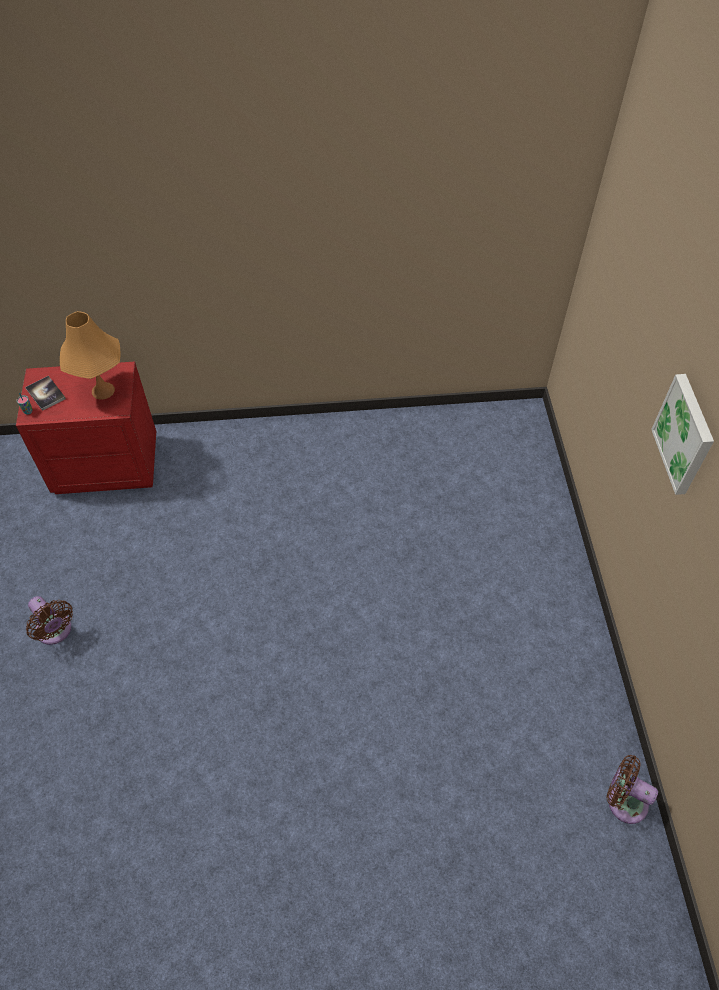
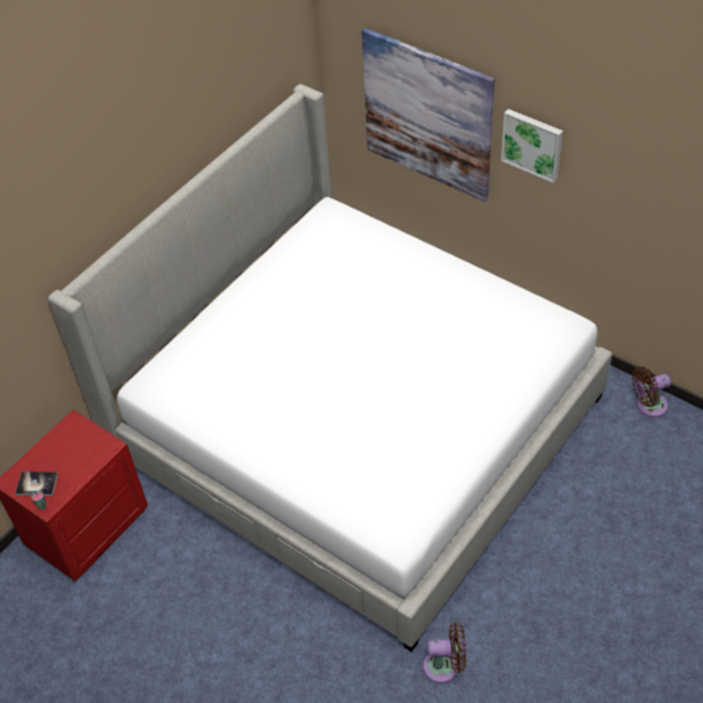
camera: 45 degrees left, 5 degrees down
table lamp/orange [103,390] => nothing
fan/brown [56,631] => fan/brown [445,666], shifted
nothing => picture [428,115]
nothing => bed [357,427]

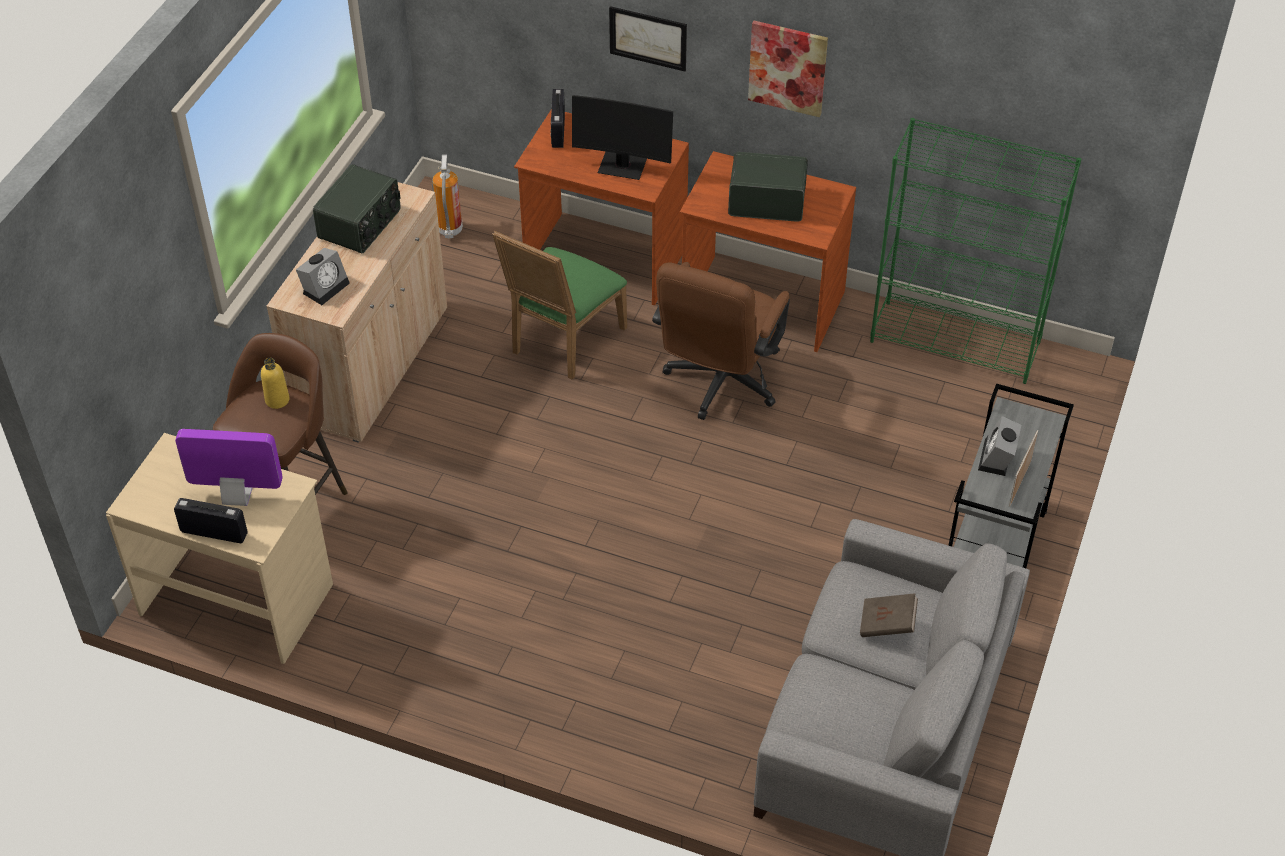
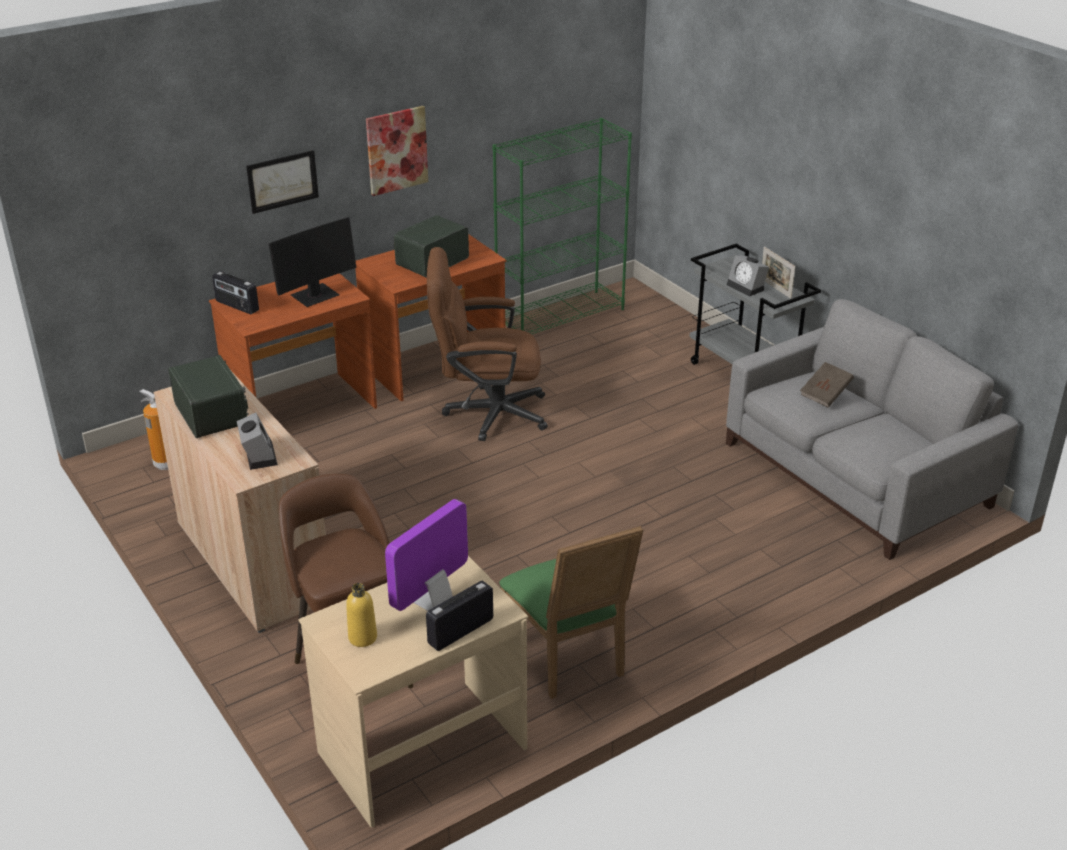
camera: 55 degrees left, 15 degrees down
chair/green [562,342] => chair/green [569,659], shifted
office chair/brown [719,385] => office chair/brown [486,413], 120 degrees clockwise
bottle/yellow [277,400] => bottle/yellow [362,637], shifted

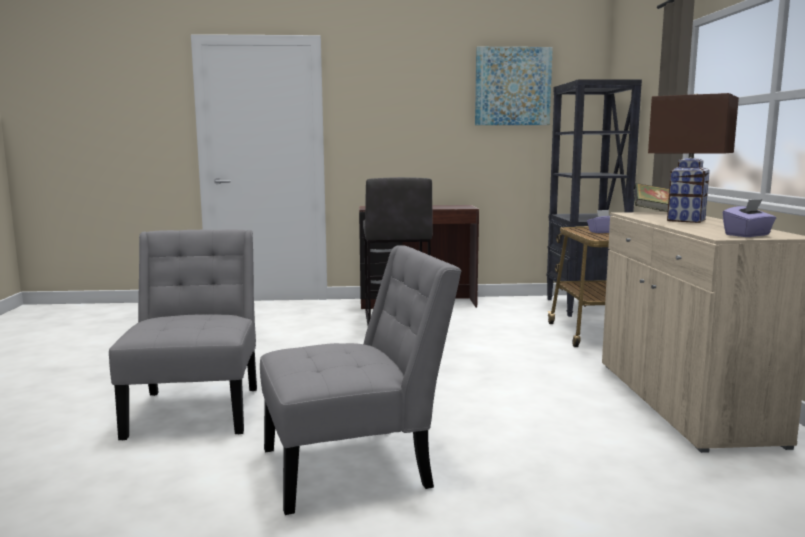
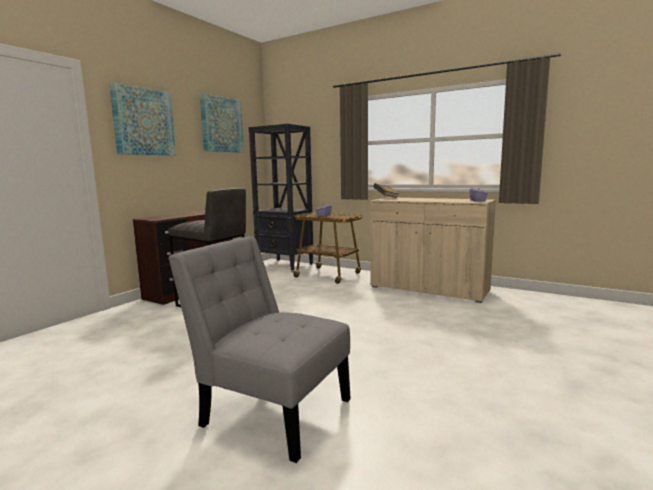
camera: 55 degrees left, 0 degrees up
table lamp/brown [685,220] => nothing
chair/grey [355,466] => nothing
nothing => picture [143,122]

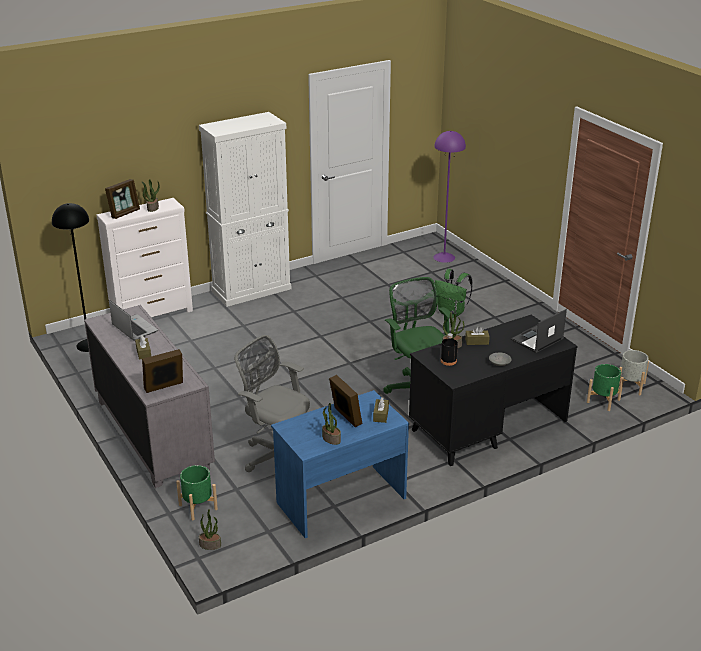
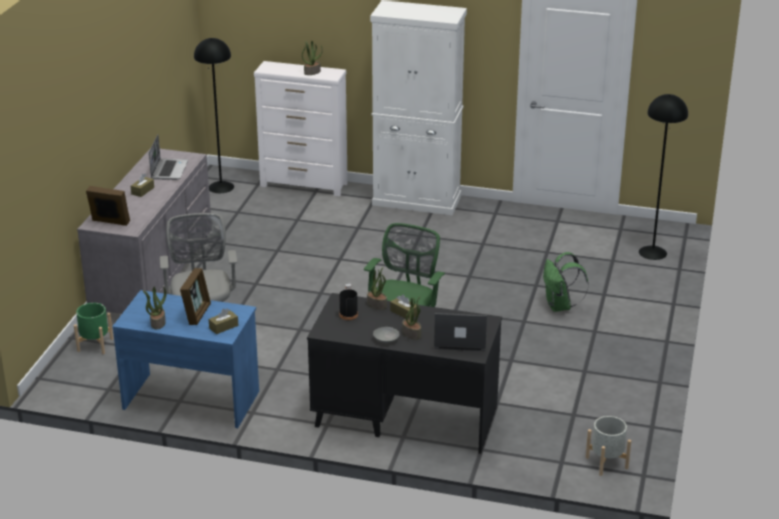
camera: 45 degrees right, 0 degrees up
floor lamp/purple [444,257] => floor lamp/black [653,252]
picture frame [124,213] => nothing
planter/green [603,401] => nothing
potted plant [210,544] => potted plant [412,334], shifted

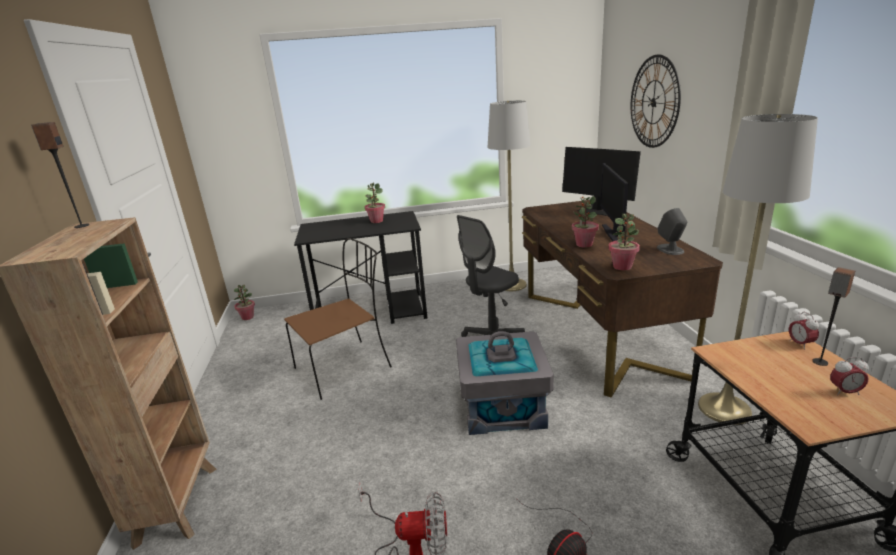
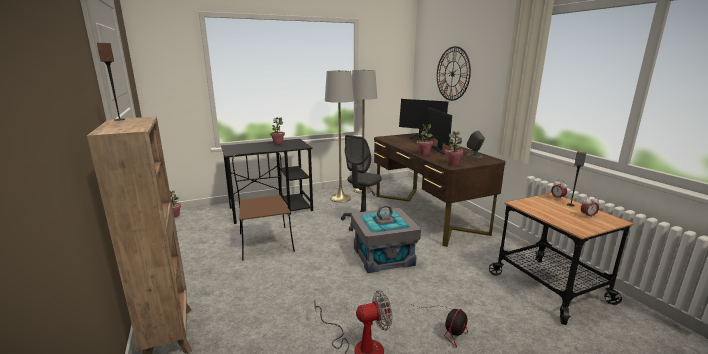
camera: 15 degrees left, 5 degrees down
floor lamp/grey [724,408] => floor lamp/grey [340,198], shifted
chair/brown [345,367] => chair/brown [265,242], 60 degrees counterclockwise

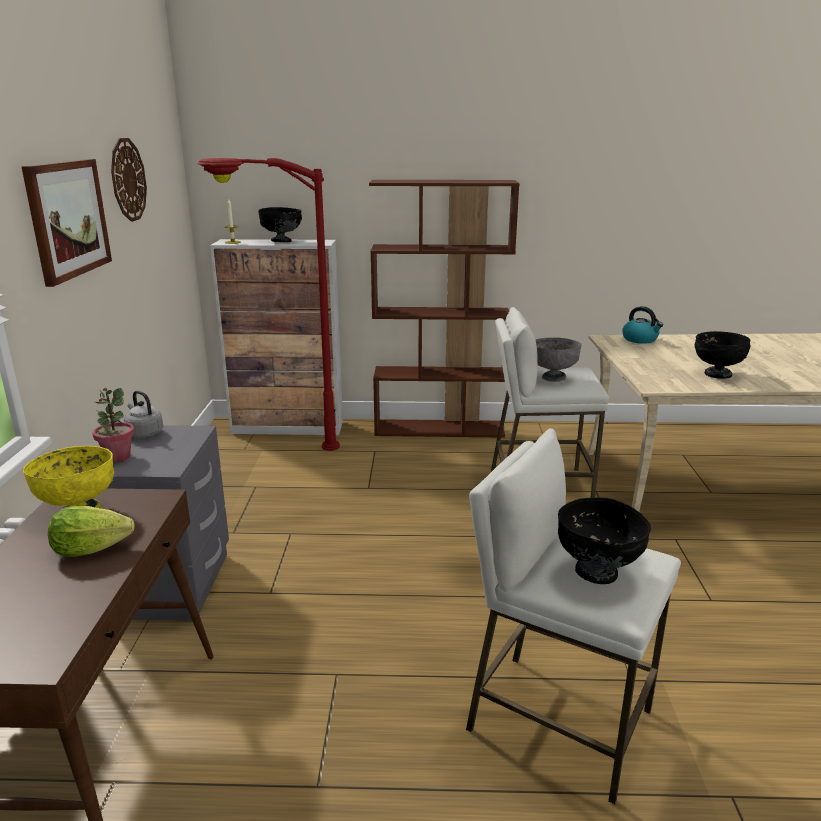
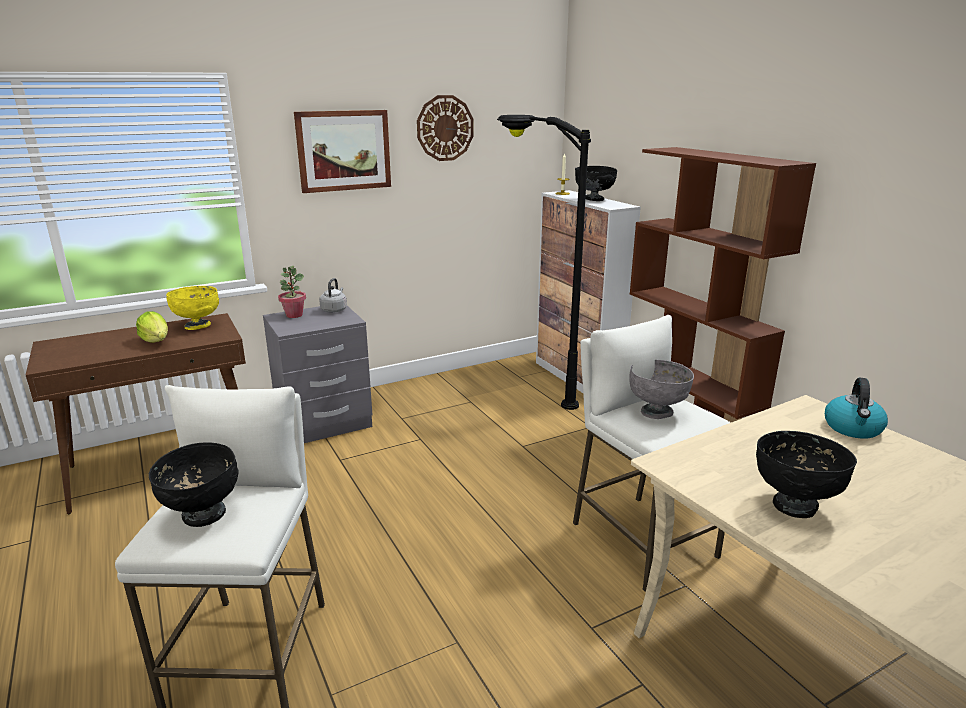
camera: 60 degrees right, 0 degrees up
floor lamp/red [272,453] => floor lamp/black [527,388]

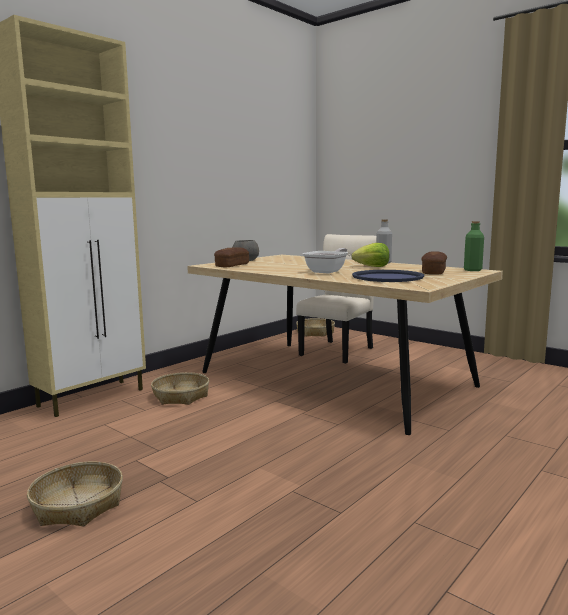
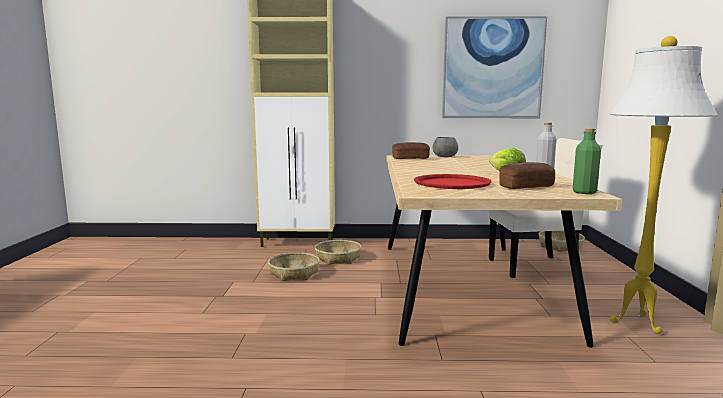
camera: 50 degrees right, 0 degrees up
frying pan [328,271] => nothing
tray/blue [387,277] => tray/red [452,183]
basket [77,505] => basket [294,273], shifted
nothing => picture [492,68]
nothing => floor lamp/white [636,323]

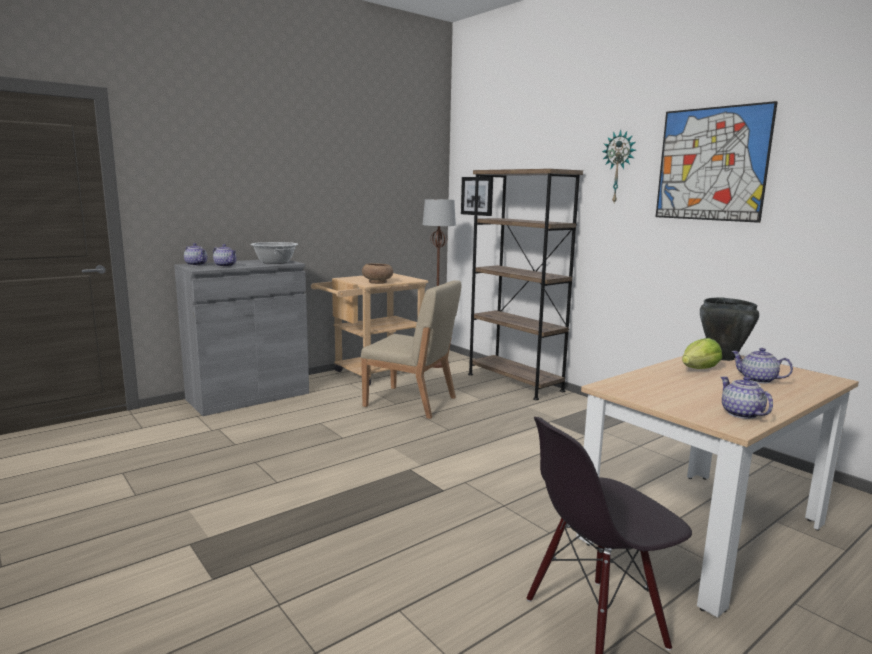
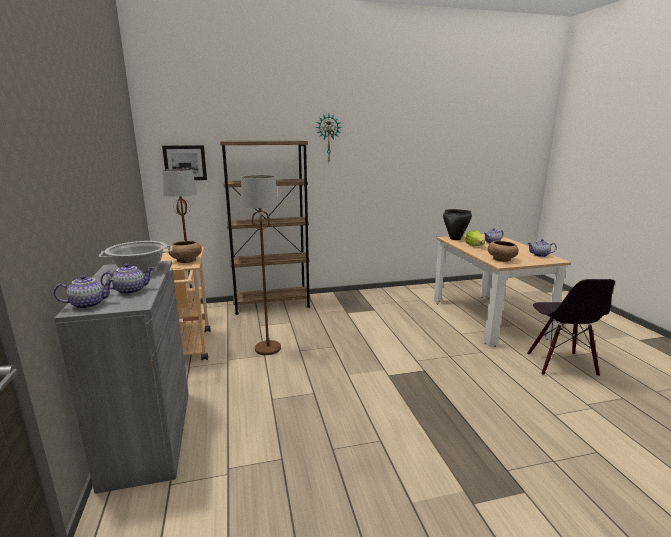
camera: 65 degrees left, 5 degrees up
picture [711,164] => nothing
chair/beige [411,402] => floor lamp/brown [268,348]
nothing => bowl/brown [501,259]

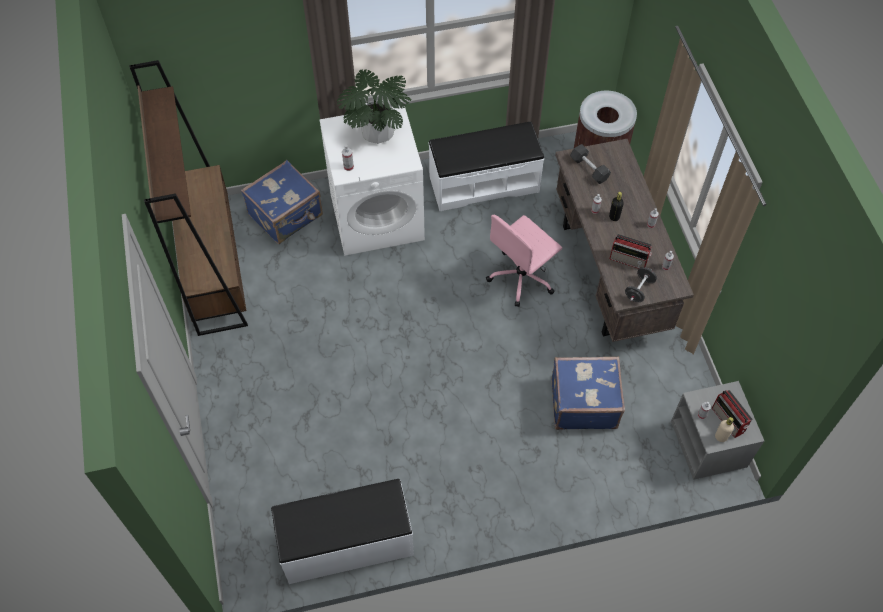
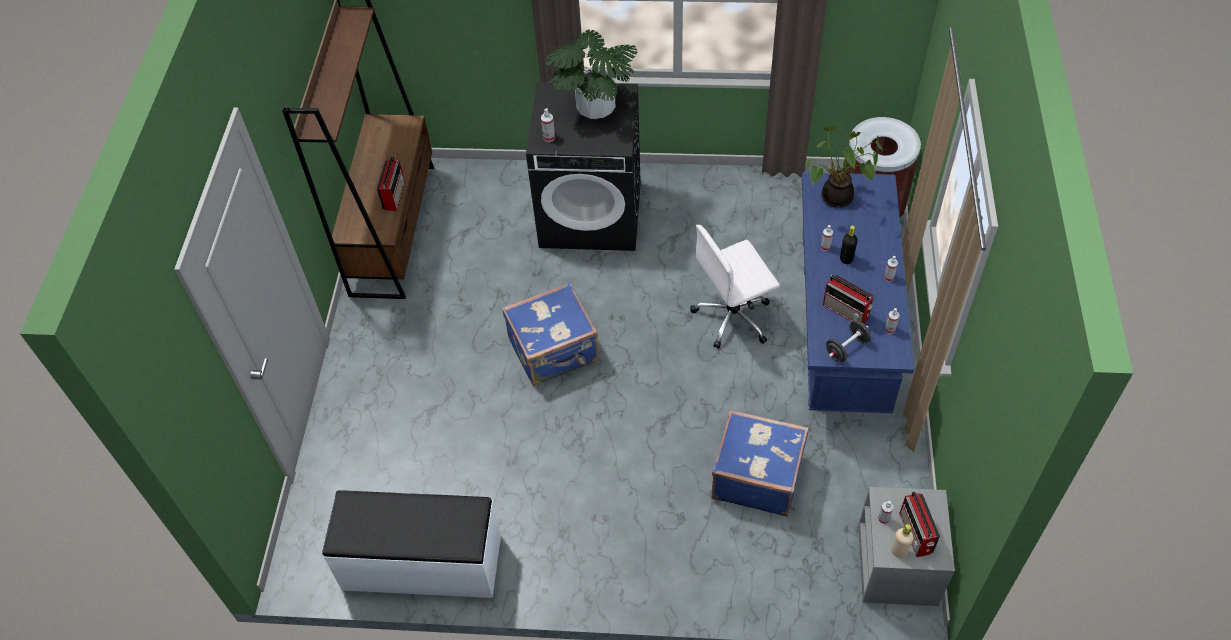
camera: 20 degrees right, 5 degrees down
washing machine/white [377,217] => washing machine/black [591,214]
bench/white [483,183] => nothing
desk/brown [609,275] => desk/blue [841,337]
dumbbell/black [589,169] => potted plant [835,199]
suitcase/blue [286,216] => suitcase/blue [554,351], shifted
office chair/pink [521,277] => office chair/white [734,317]
nothing => radio [394,195]

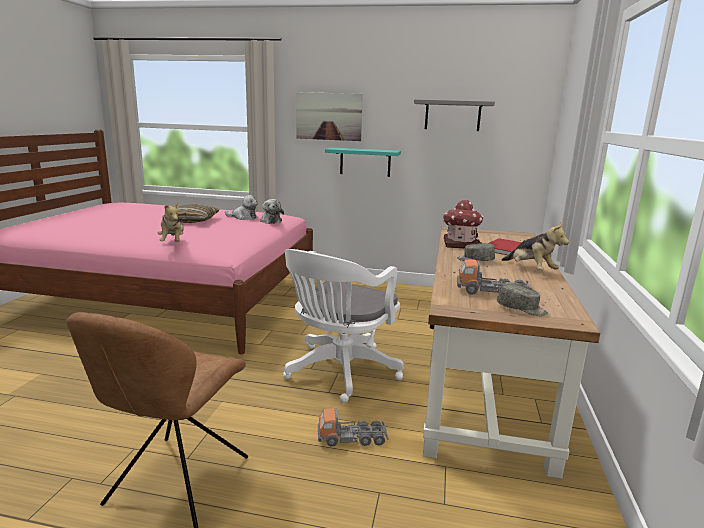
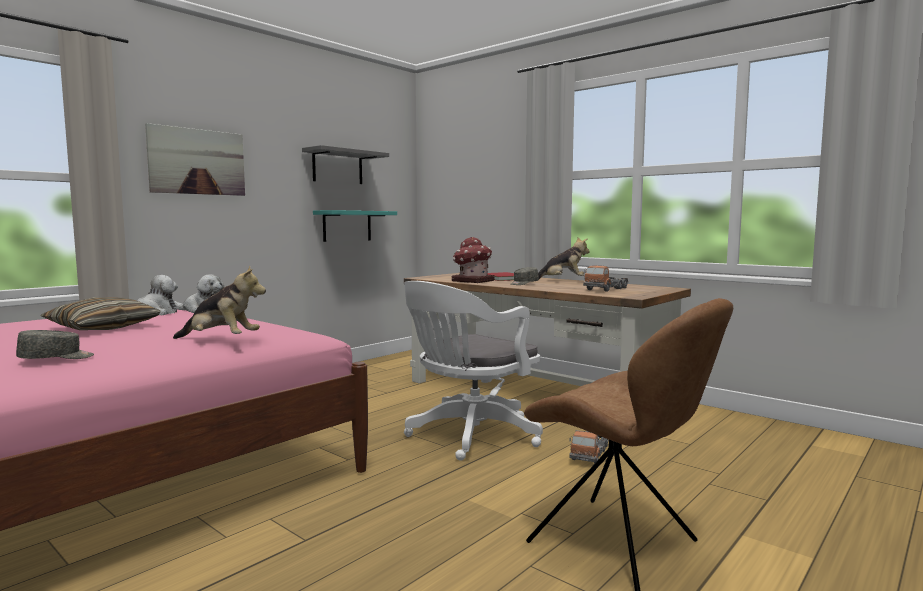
camera: 60 degrees left, 10 degrees down
shelf/turquoise [365,162] => shelf/turquoise [347,226], shifted
office chair/white [339,373] => office chair/white [469,436], 75 degrees clockwise
cap/grey [521,309] => cap/grey [56,358], shifted

